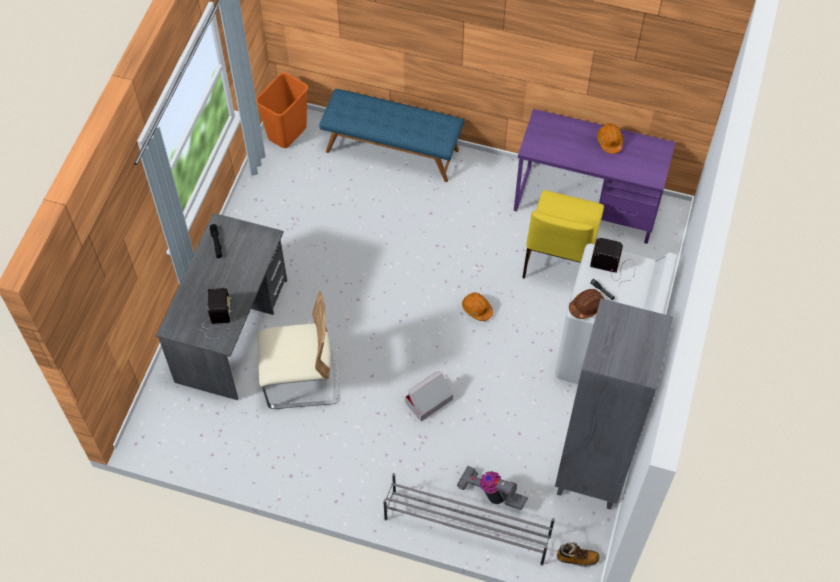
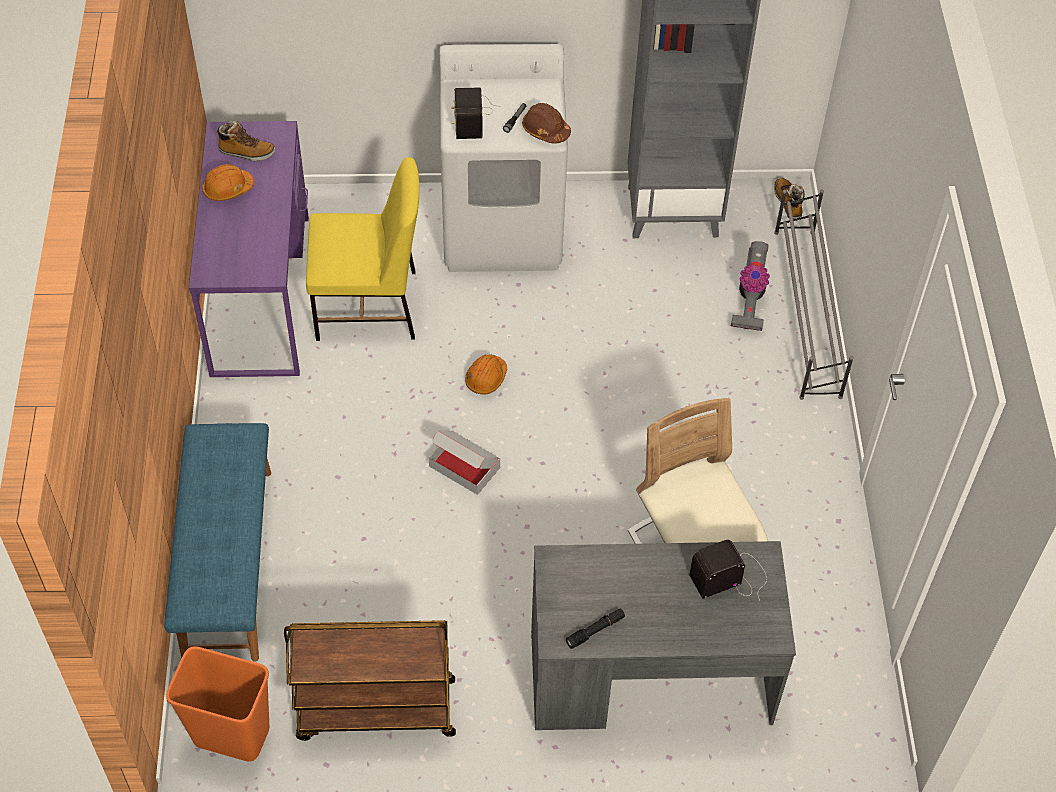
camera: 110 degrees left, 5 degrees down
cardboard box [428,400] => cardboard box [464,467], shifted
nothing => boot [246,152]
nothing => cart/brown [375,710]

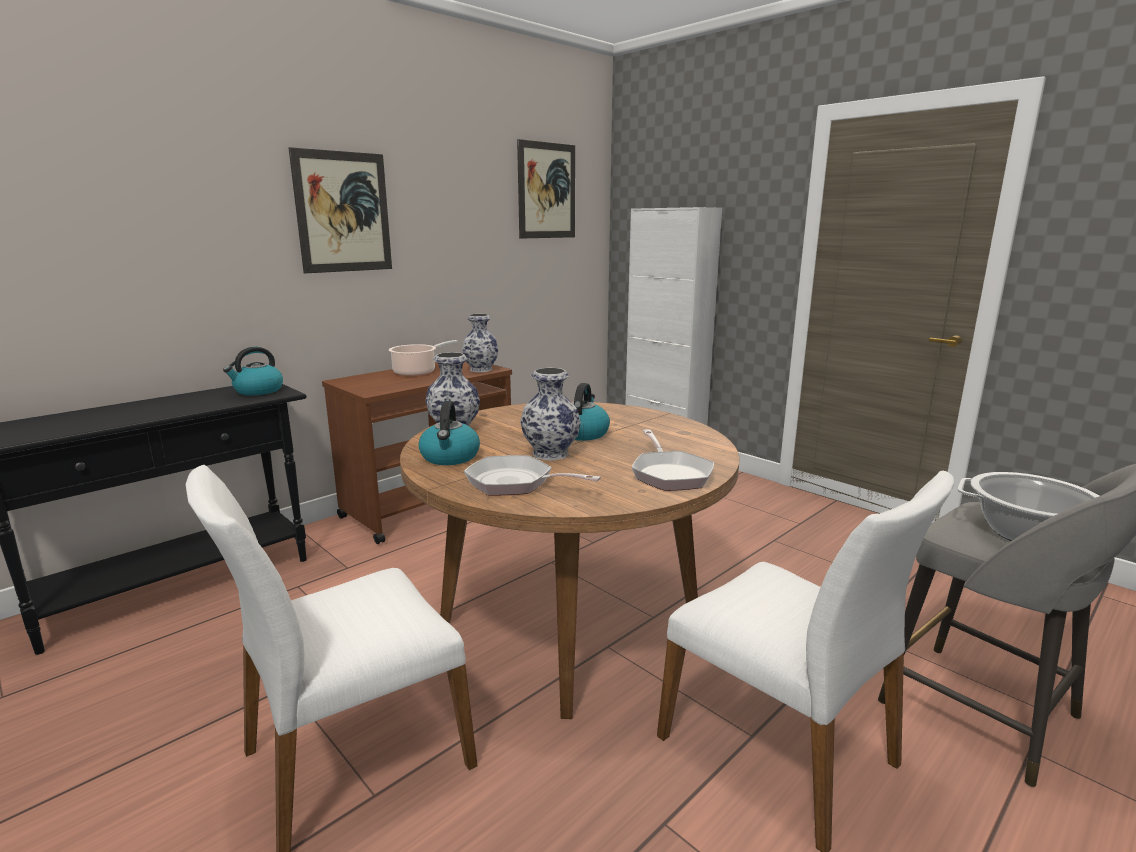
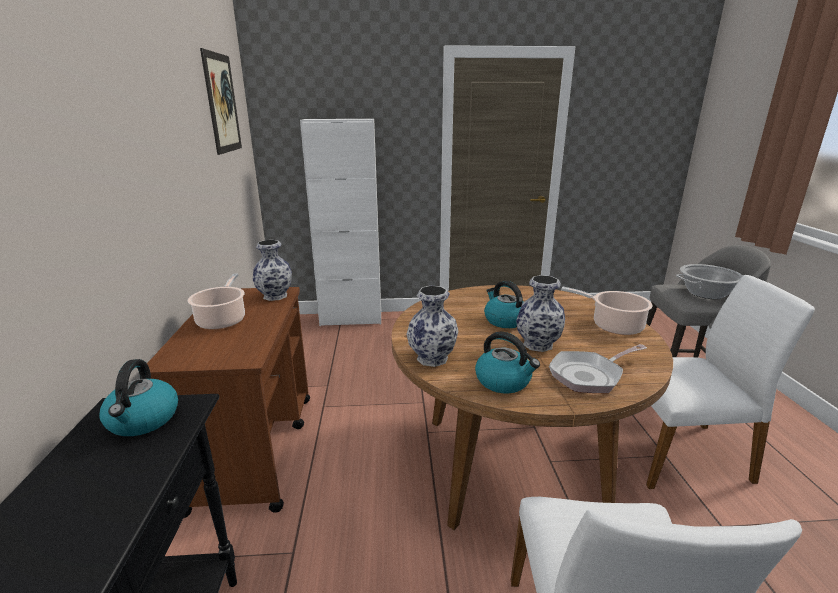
camera: 50 degrees left, 5 degrees up
picture [343,212] => nothing
frying pan [670,474] => cooking pot [613,326]

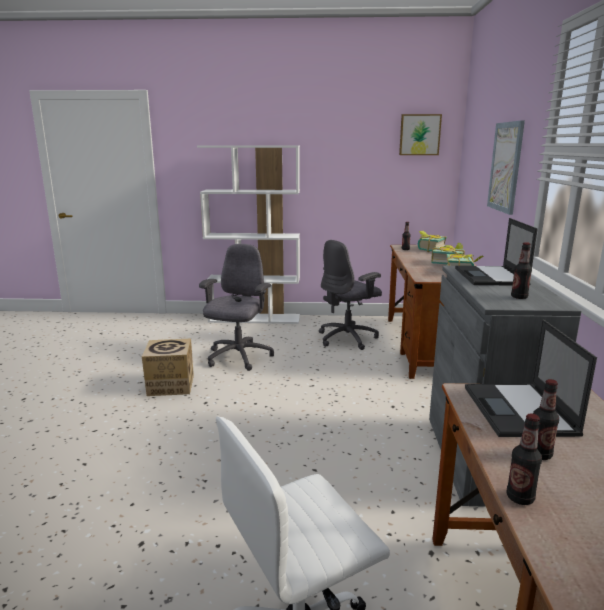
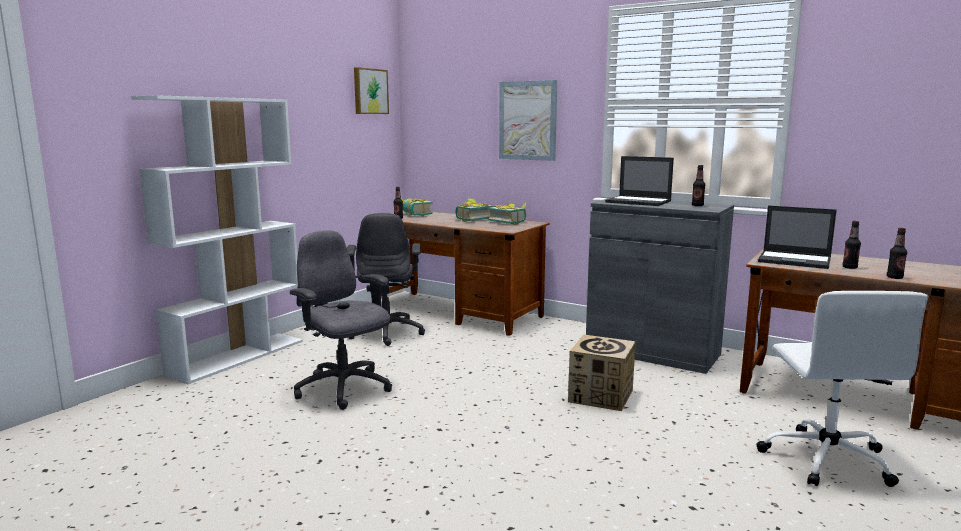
camera: 60 degrees left, 5 degrees down
cardboard box [170,385] => cardboard box [601,396], shifted

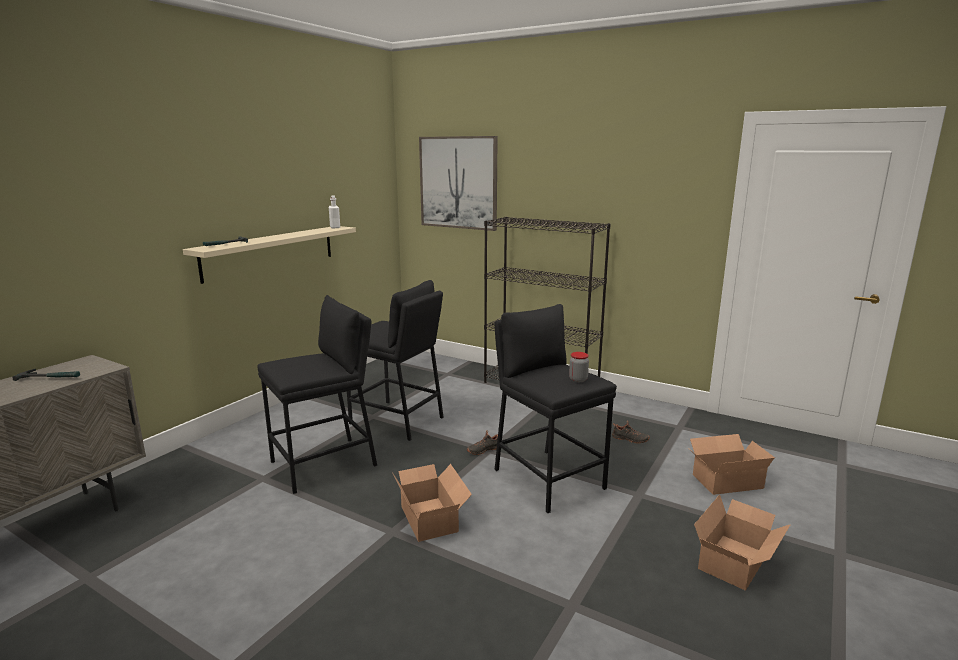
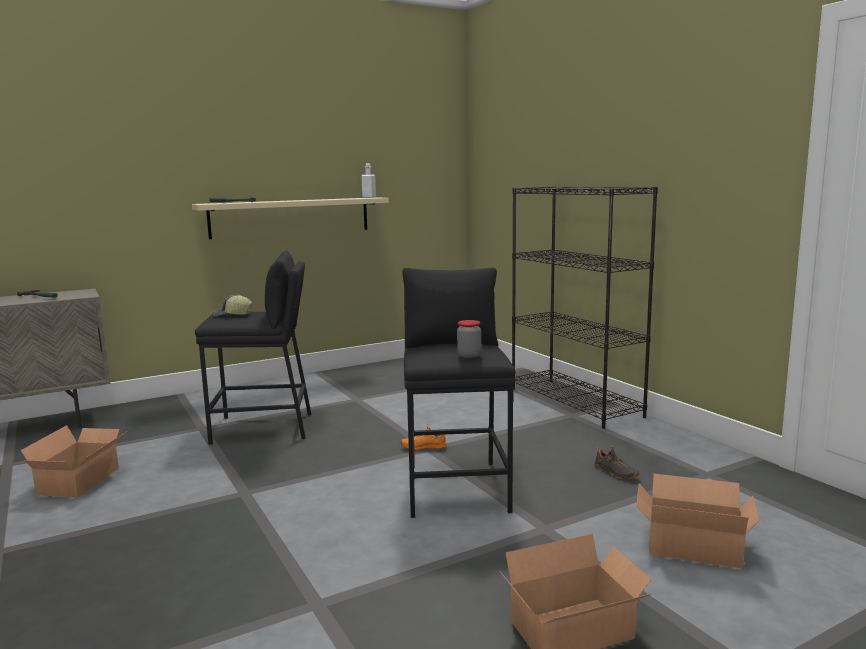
camera: 30 degrees right, 5 degrees down
picture [458,182] => nothing
stool/black [397,420] => nothing
shoe/black [483,450] => shoe/orange [424,447]
cardboard box [431,517] => cardboard box [83,480], shifted
nothing => cap [232,315]

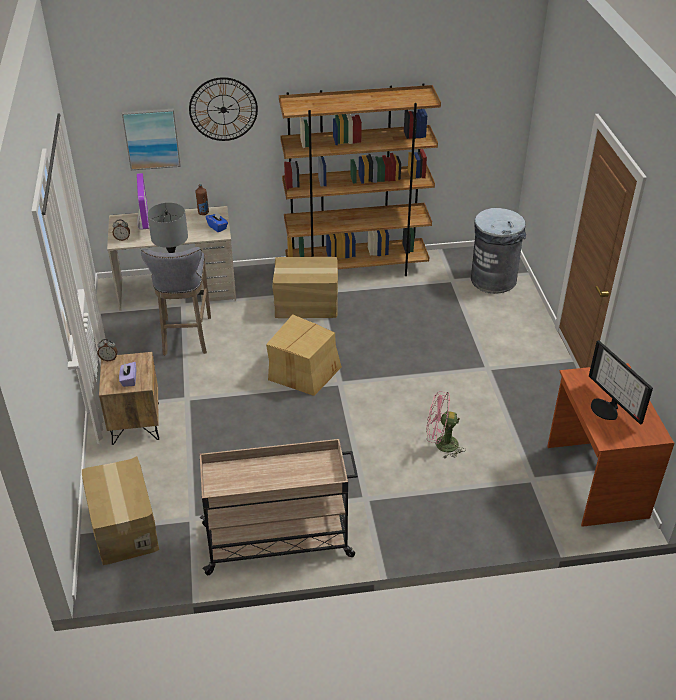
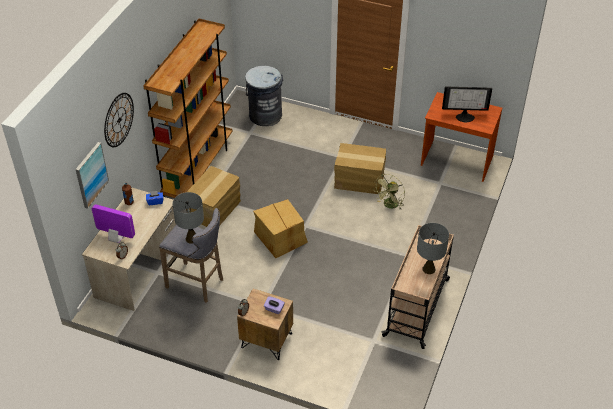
camera: 60 degrees left, 5 degrees up
fan/pink [441,444] => fan/green [389,206]
cardboard box [123,527] => cardboard box [359,180], shifted
nothing => table lamp/grey [428,269]

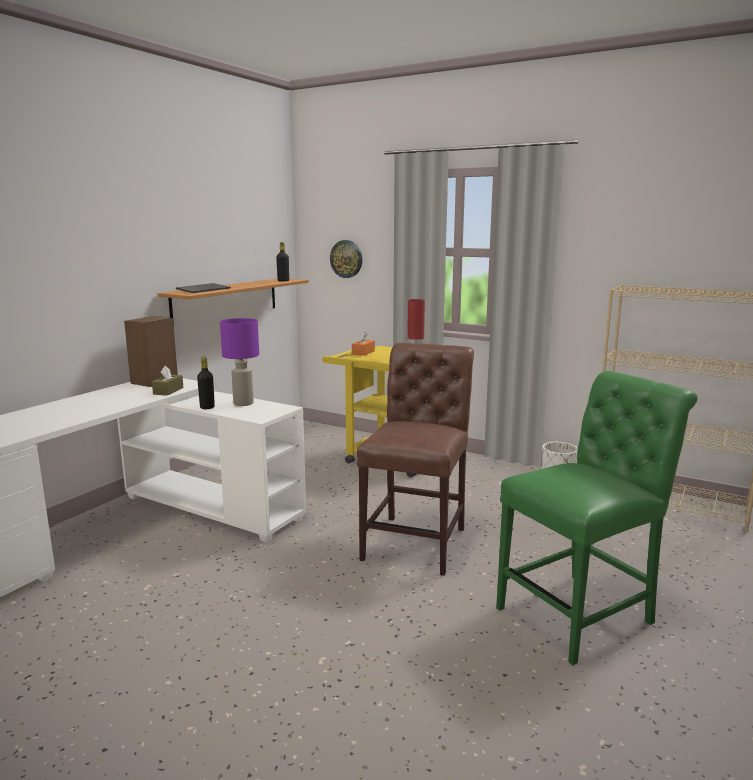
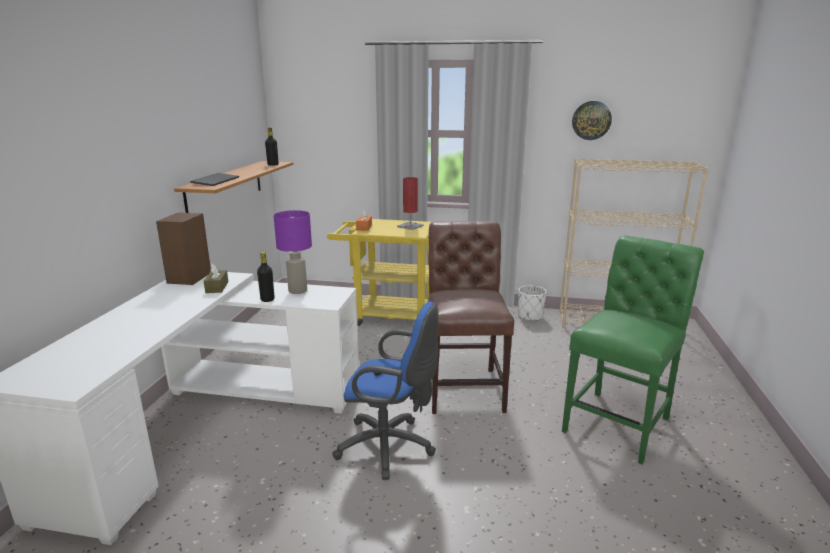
camera: 20 degrees left, 5 degrees up
wall clock [346,259] => wall clock [591,120], shifted
nothing => office chair/blue [390,447]

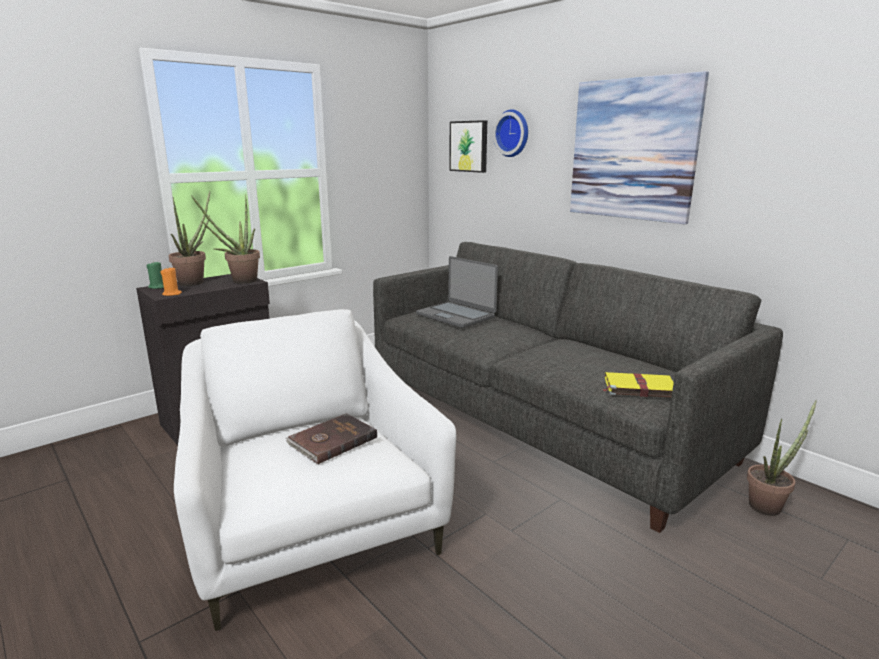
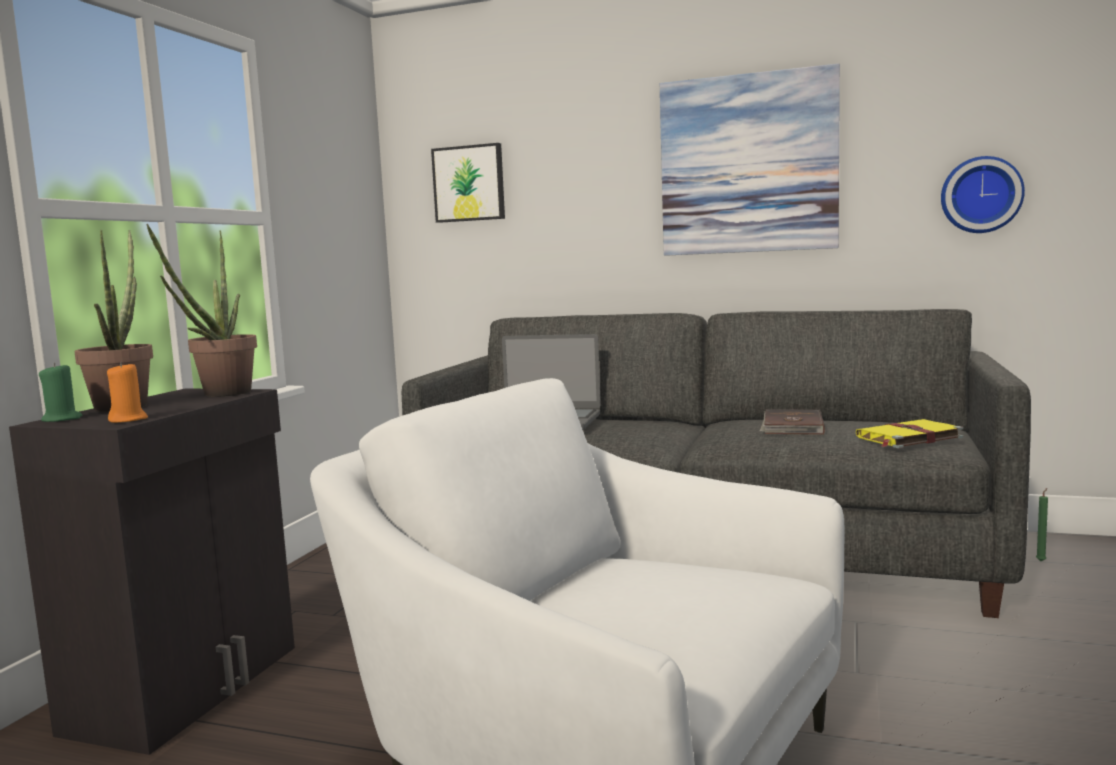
camera: 30 degrees left, 10 degrees down
wall clock [513,133] => wall clock [980,195], shifted
potted plant [769,505] => candle/green [1041,561]
book/brown [331,441] => book/brown [791,426], shifted

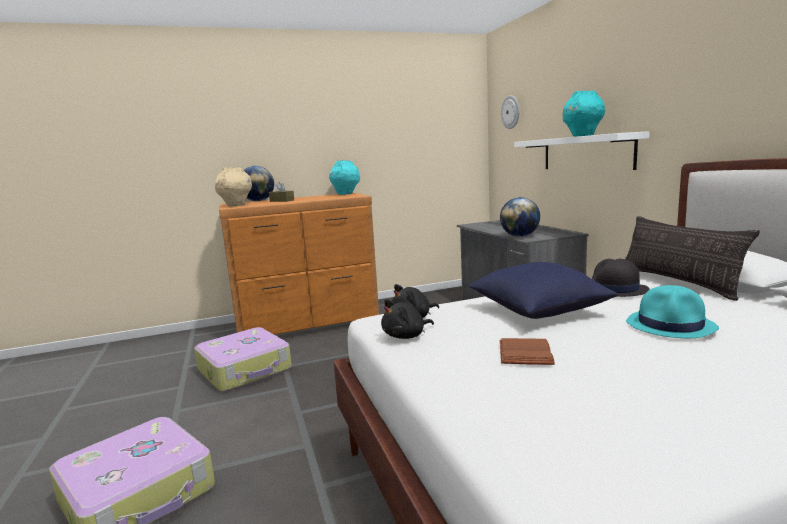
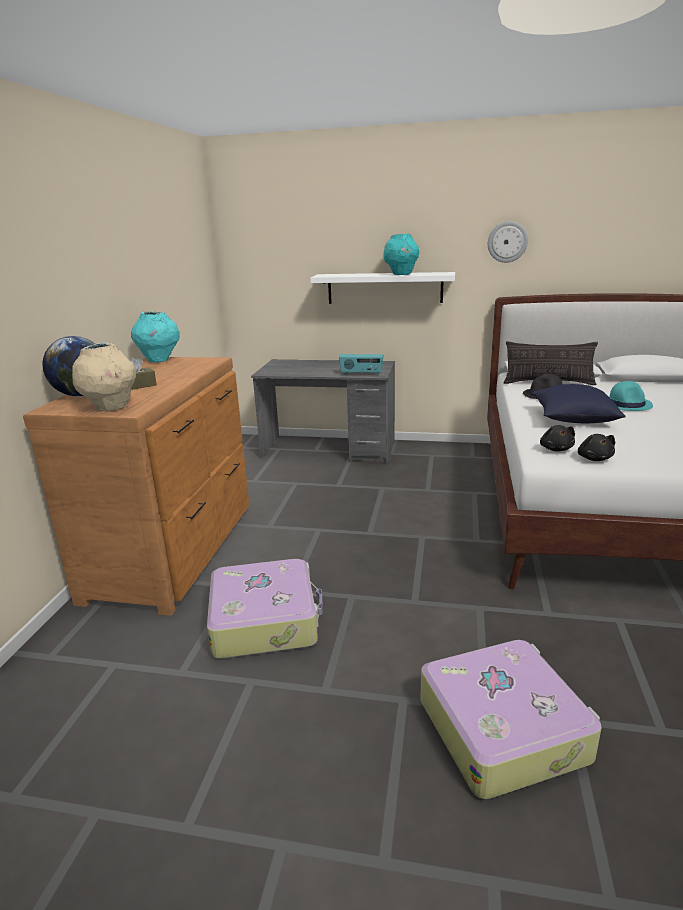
camera: 60 degrees left, 10 degrees up
wall clock [511,112] => wall clock [507,242], shifted
globe [519,236] => radio [361,374]
book/brown [527,354] => nothing

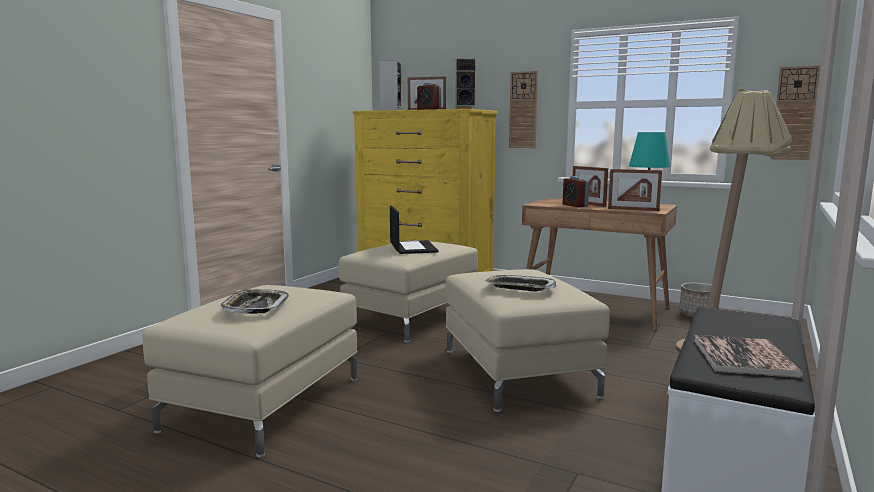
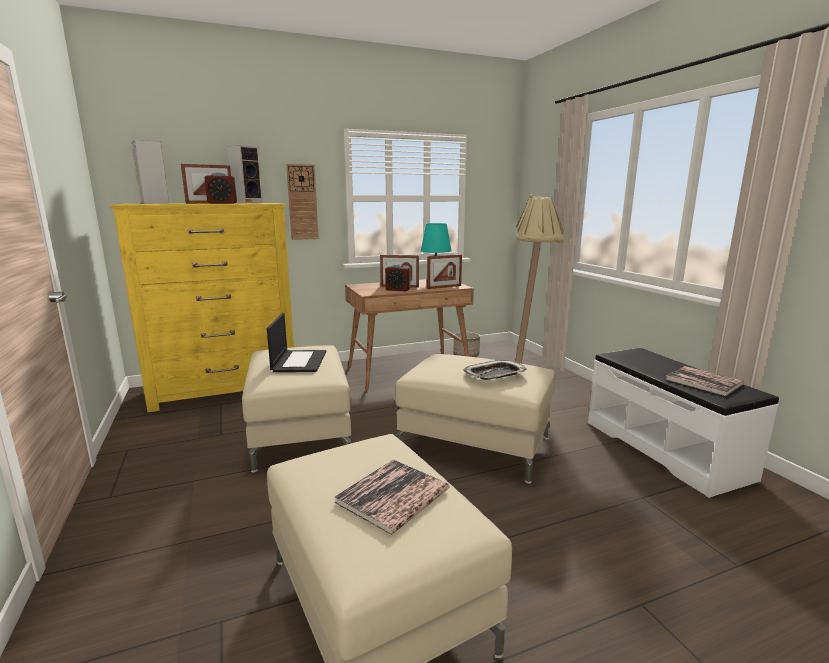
camera: 50 degrees left, 5 degrees up
wall clock [794,113] => nothing
laptop [412,247] => laptop [299,361], 60 degrees clockwise
tray [255,307] => book [393,496]

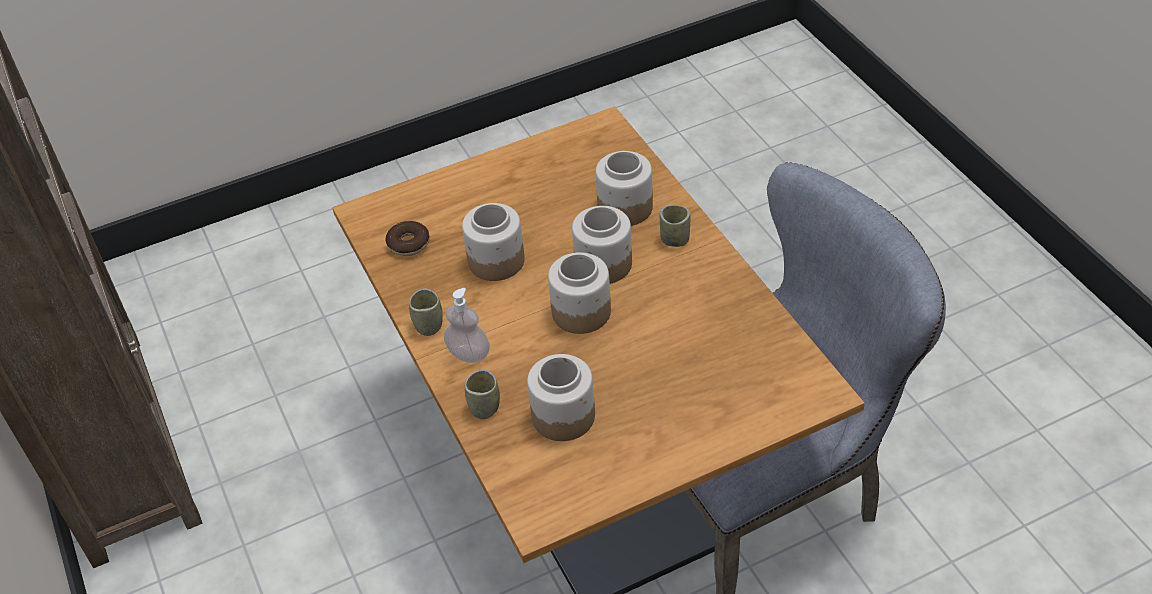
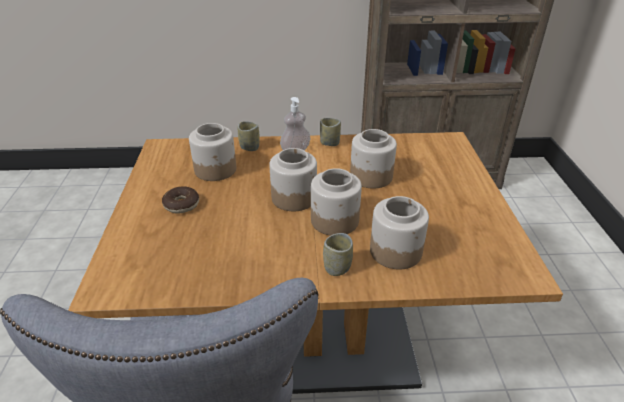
camera: 110 degrees right, 10 degrees down
donut [408,244] => donut [181,205], shifted

